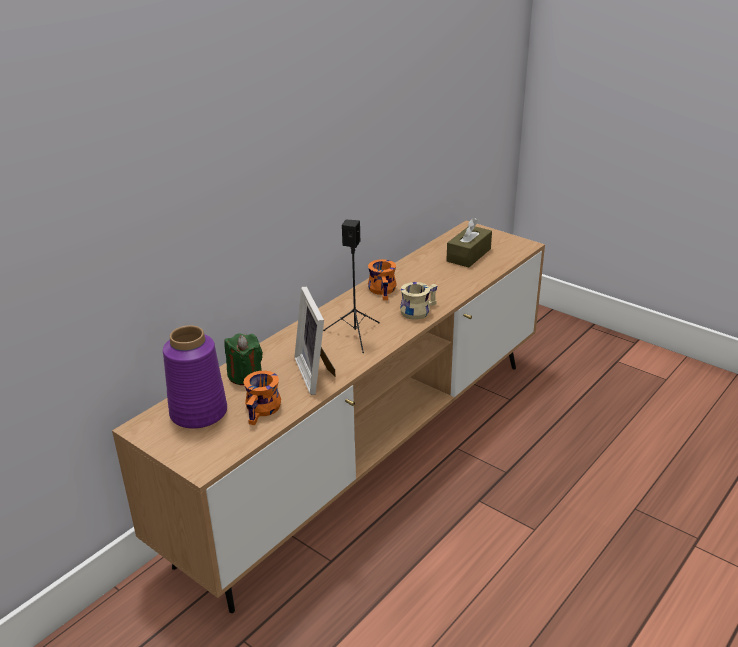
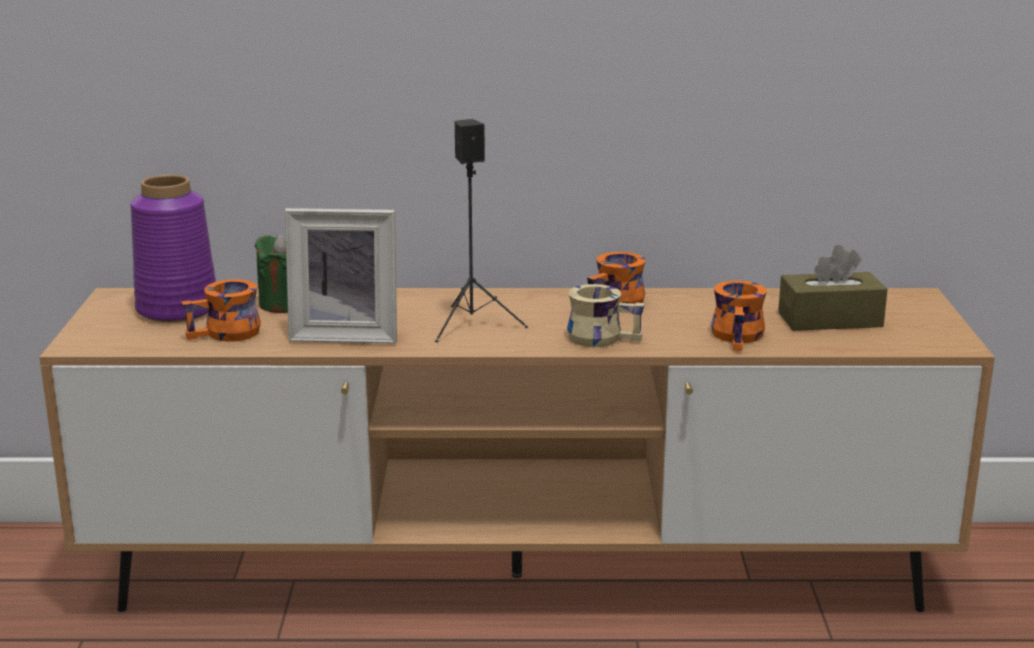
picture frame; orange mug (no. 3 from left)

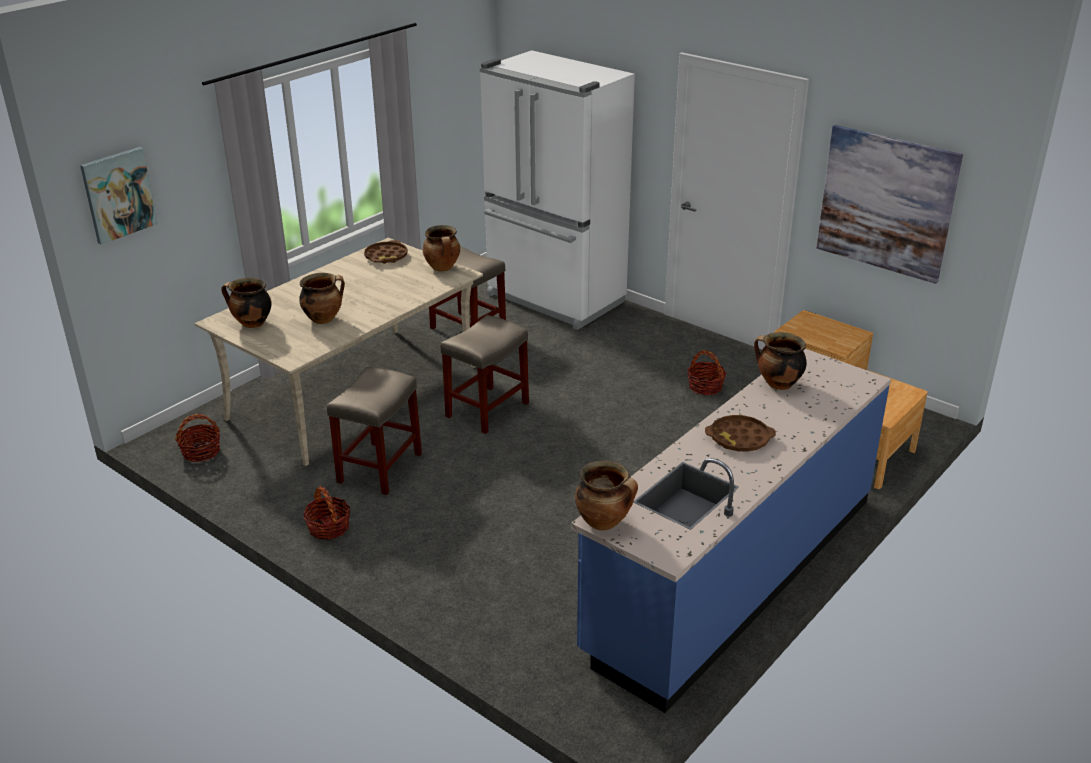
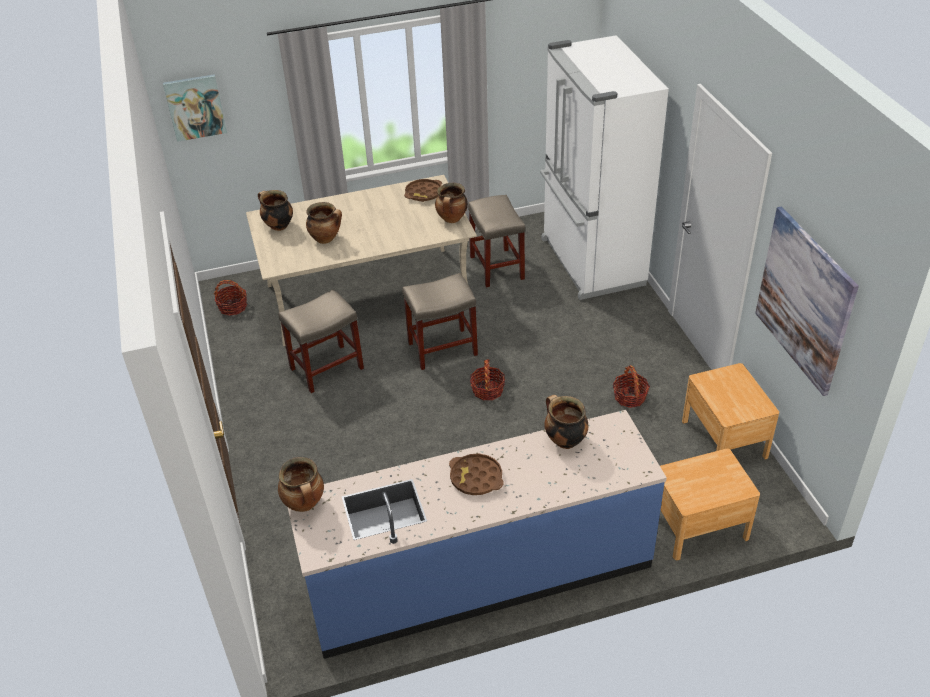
basket (no. 2 from left)

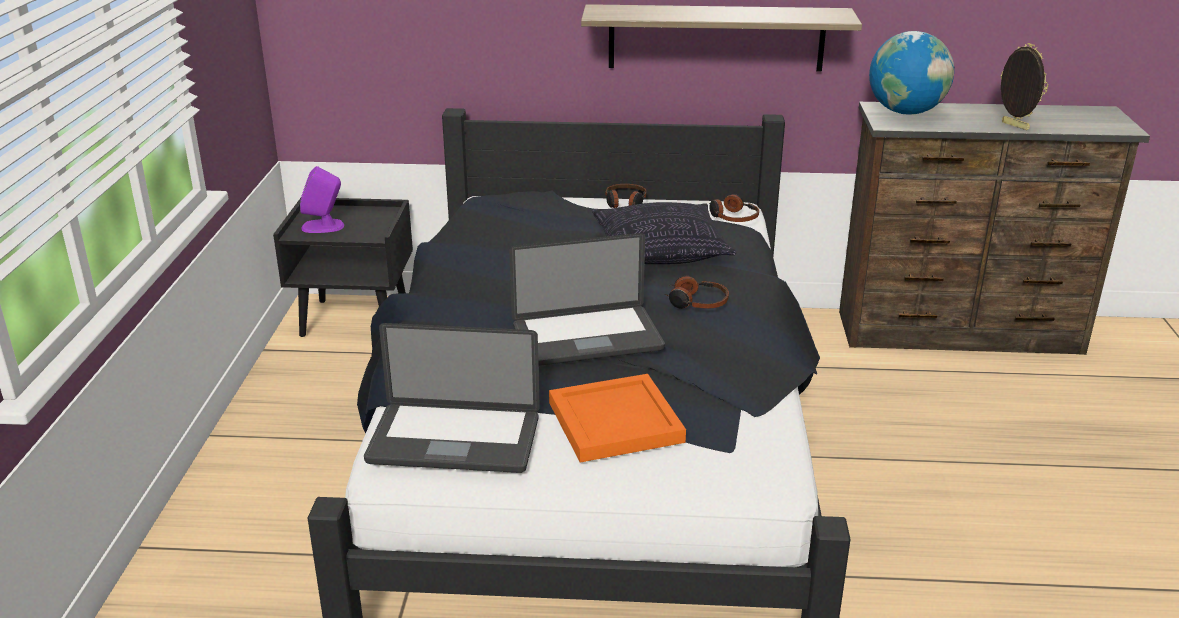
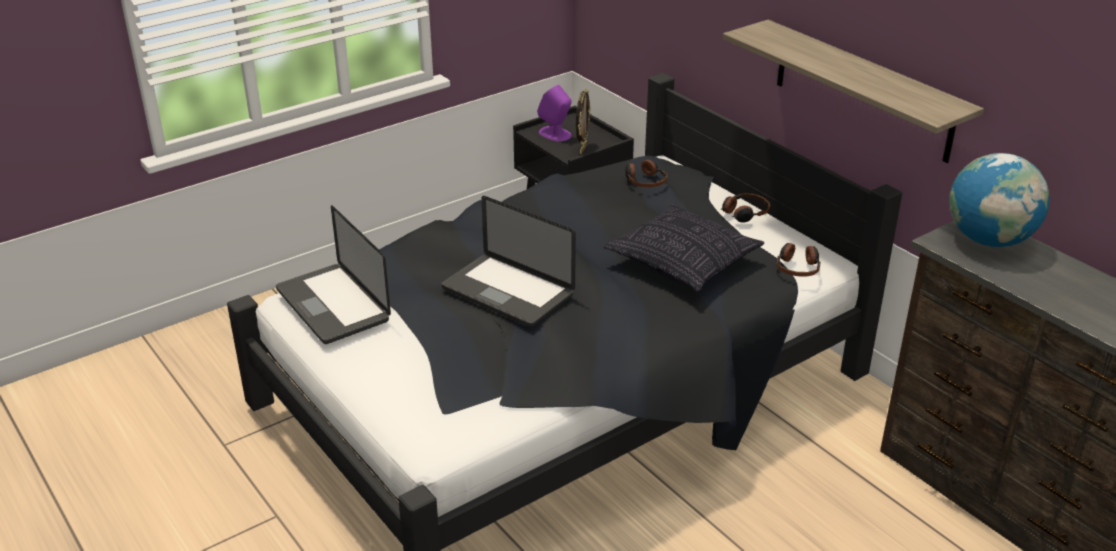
orange tray; headphones (no. 1 from left); picture frame

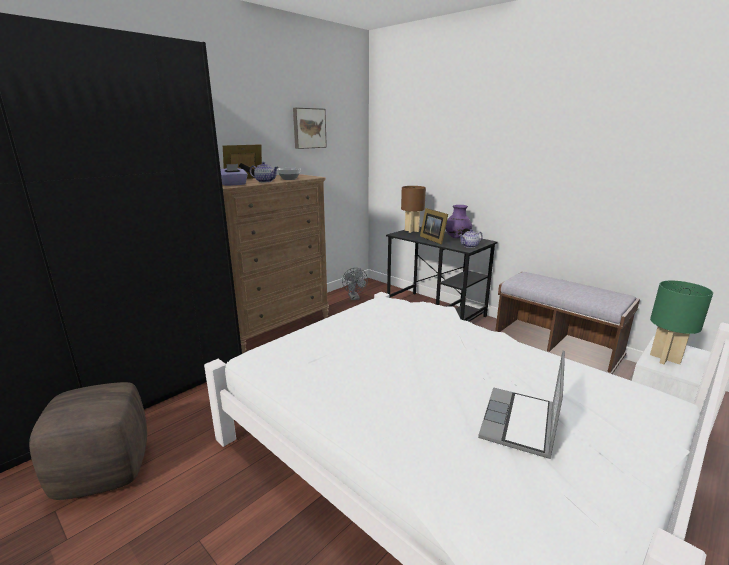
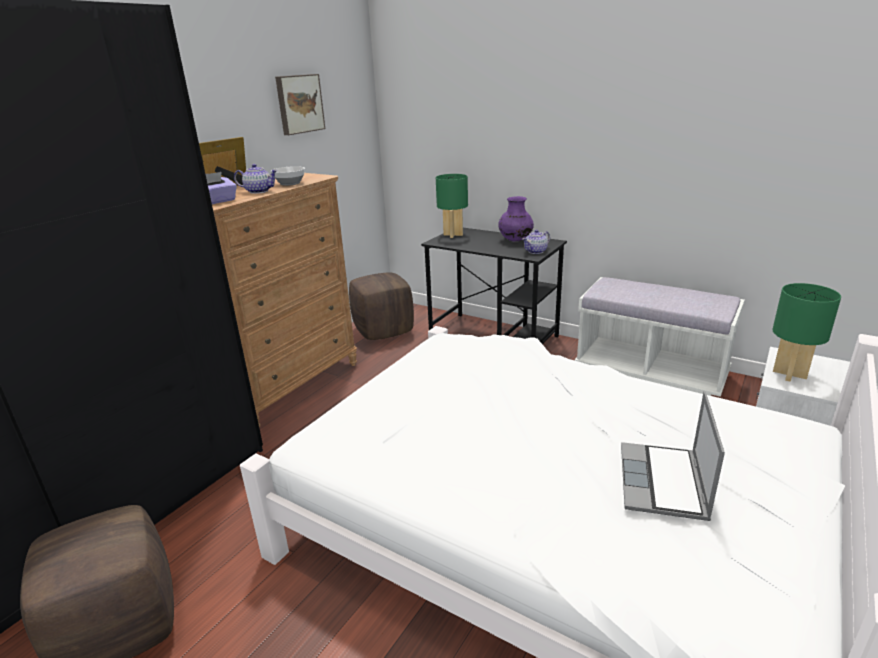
brown ottoman (no. 2 from left); green table lamp (no. 1 from left); picture frame (no. 2 from left in the first image); white bench

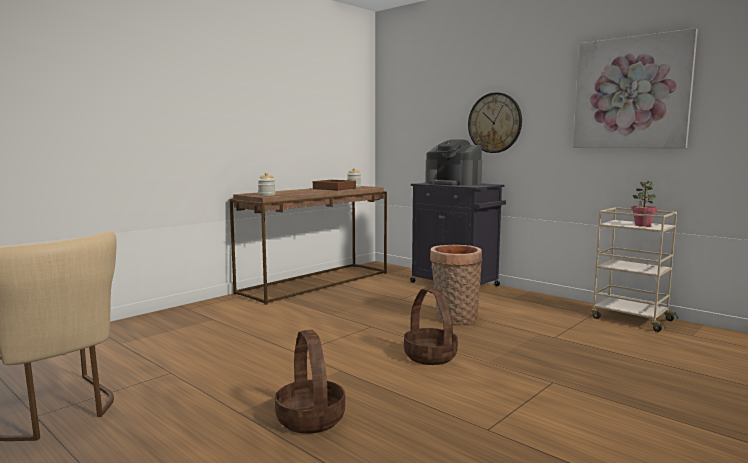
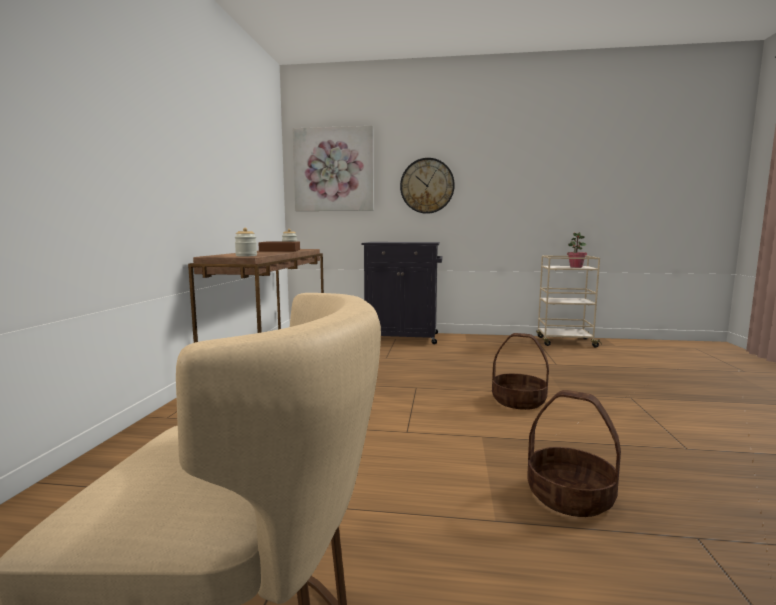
coffee machine; basket (no. 3 from left in the first image); picture

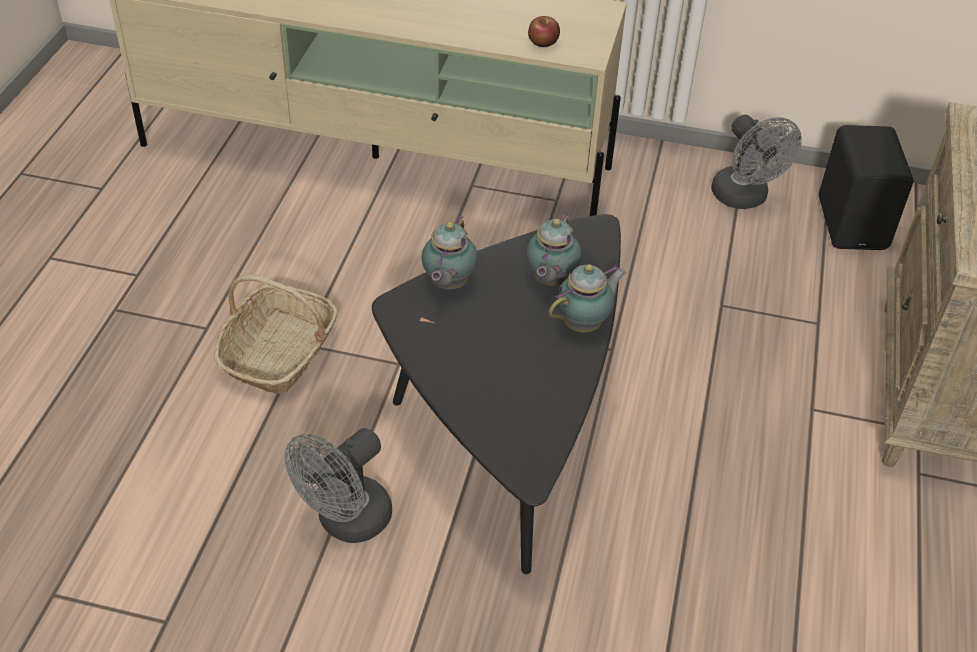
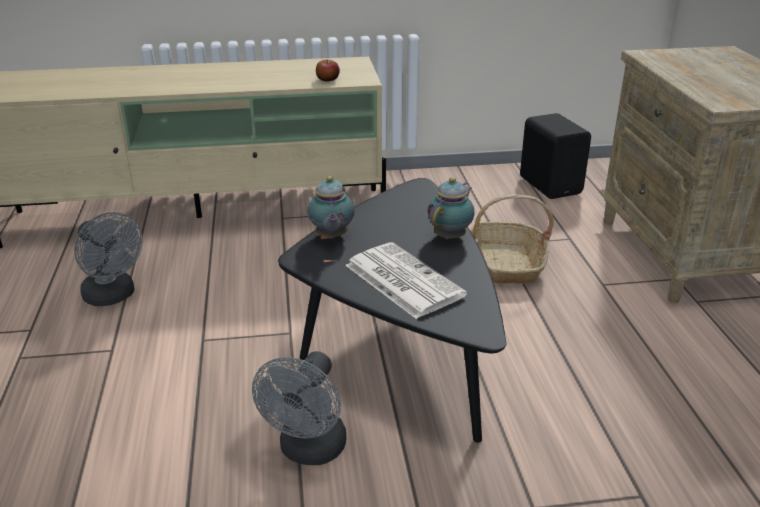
basket; teapot (no. 2 from left in the first image); grey fan (no. 1 from left); newspaper

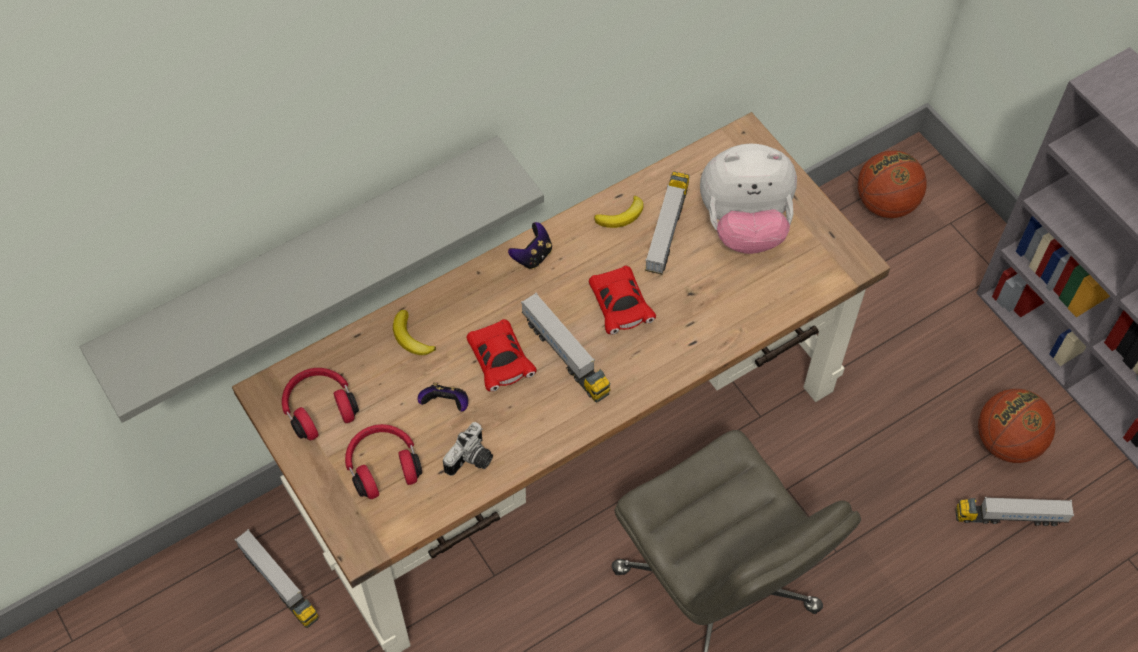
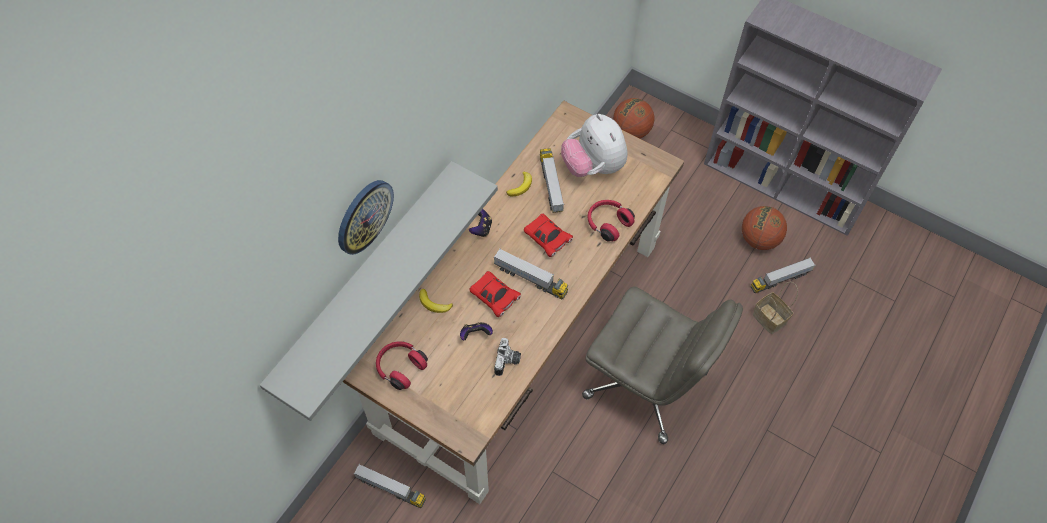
red headphones (no. 2 from left); plush toy; wall clock; basket

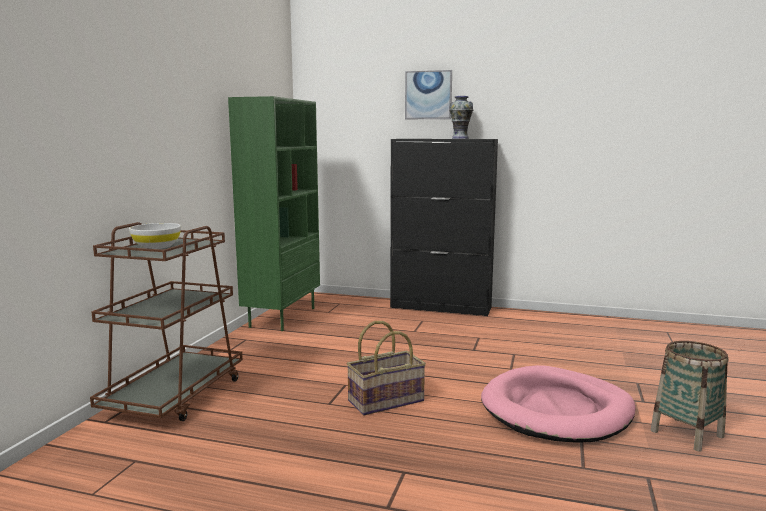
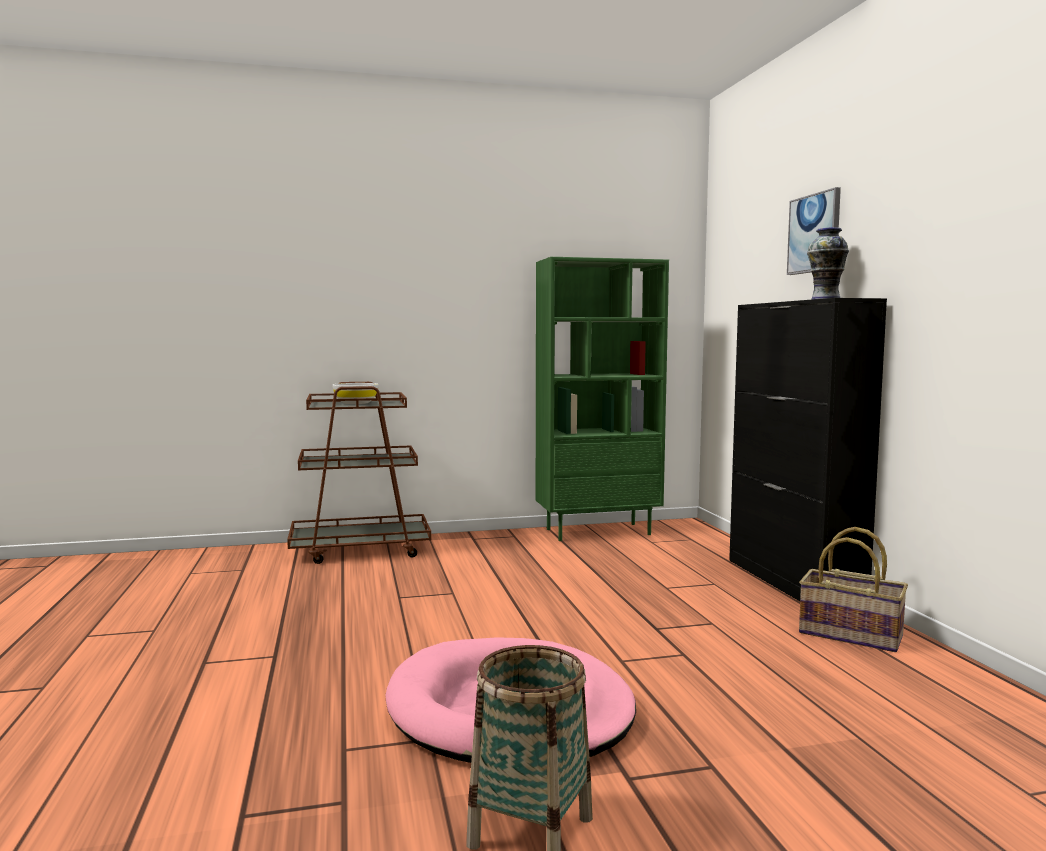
basket (no. 2 from left)

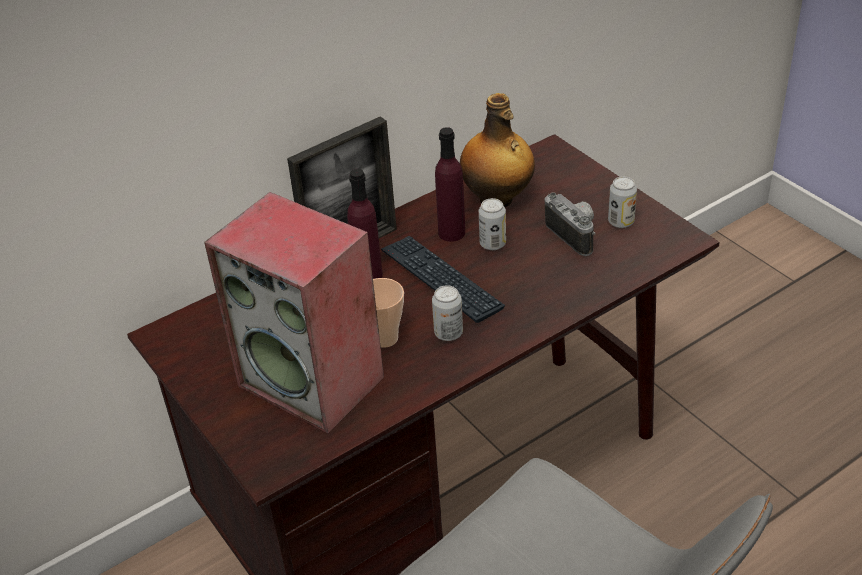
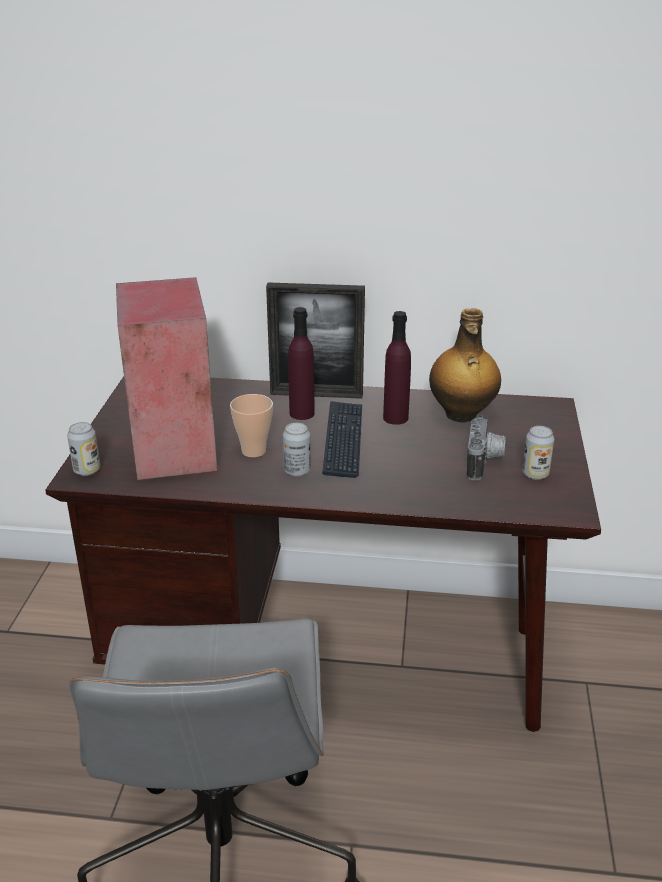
can (no. 1 from left)

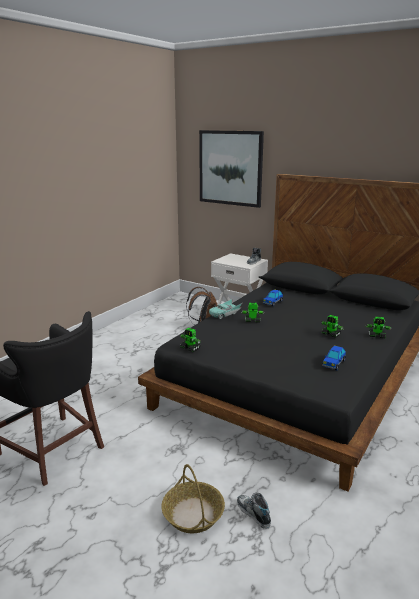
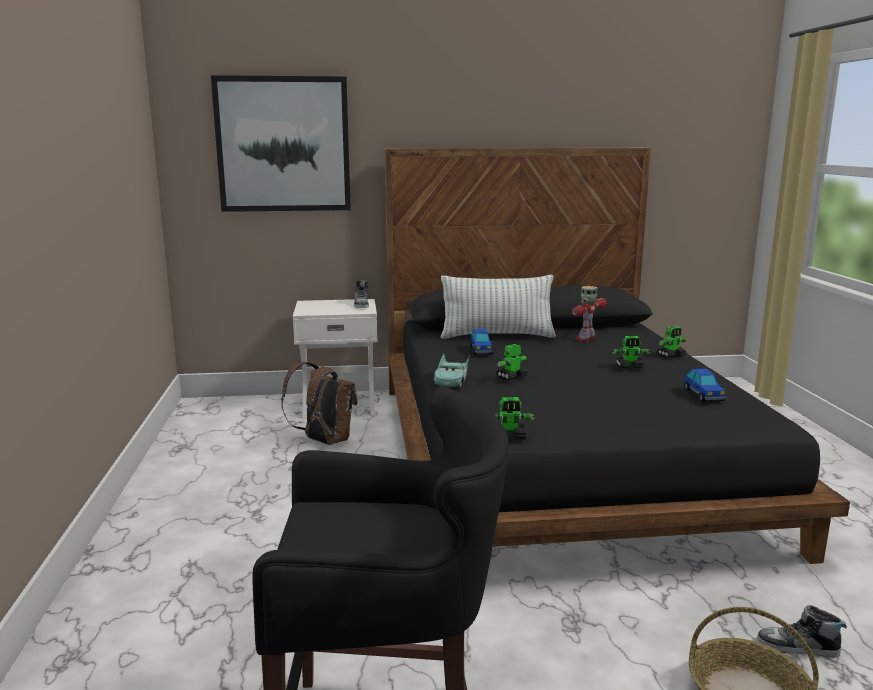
pillow; toy robot (no. 3 from left)

